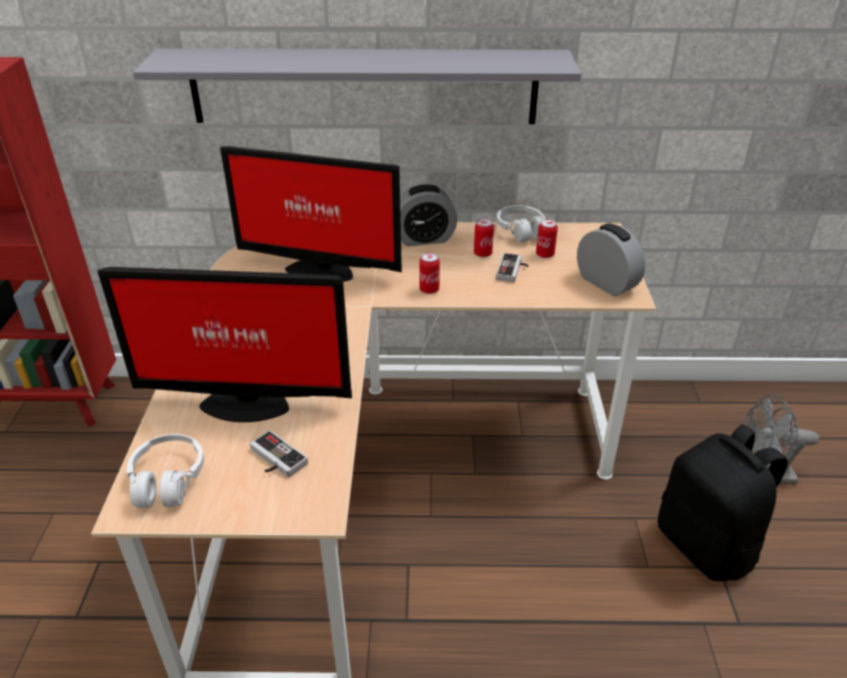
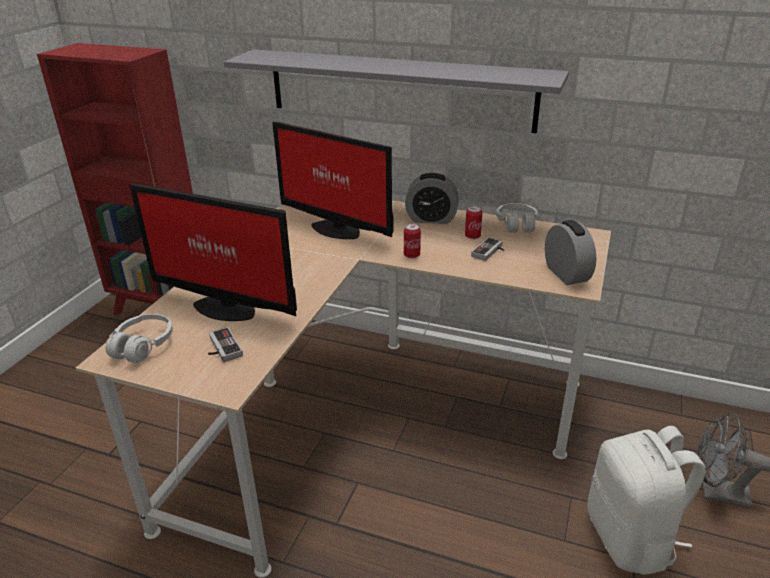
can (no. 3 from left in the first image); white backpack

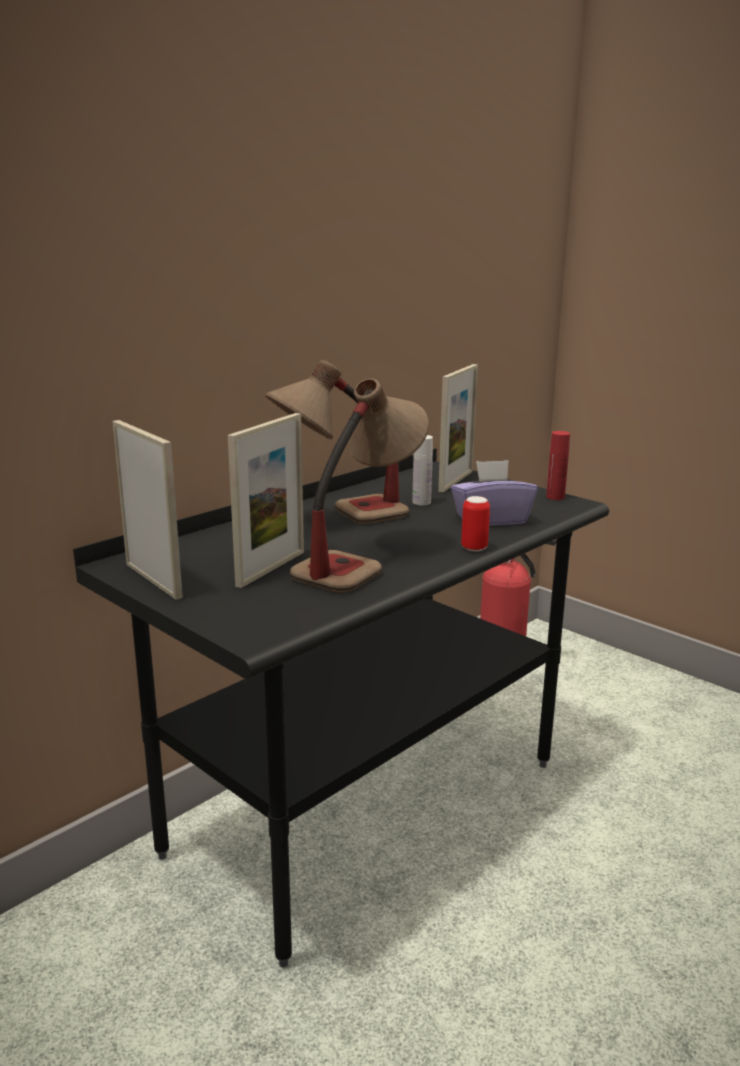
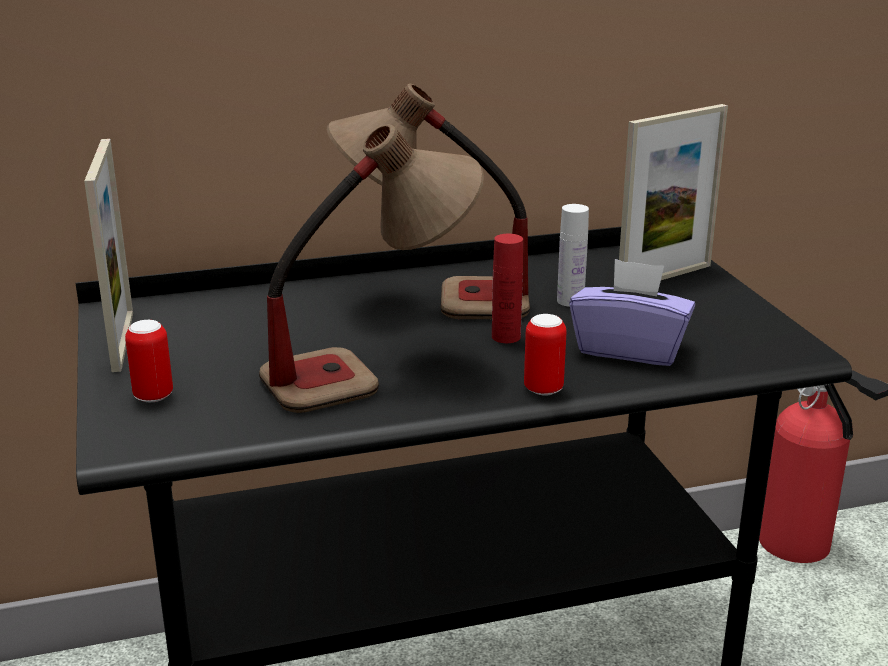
picture frame (no. 2 from left in the first image); red bottle; can (no. 1 from left)

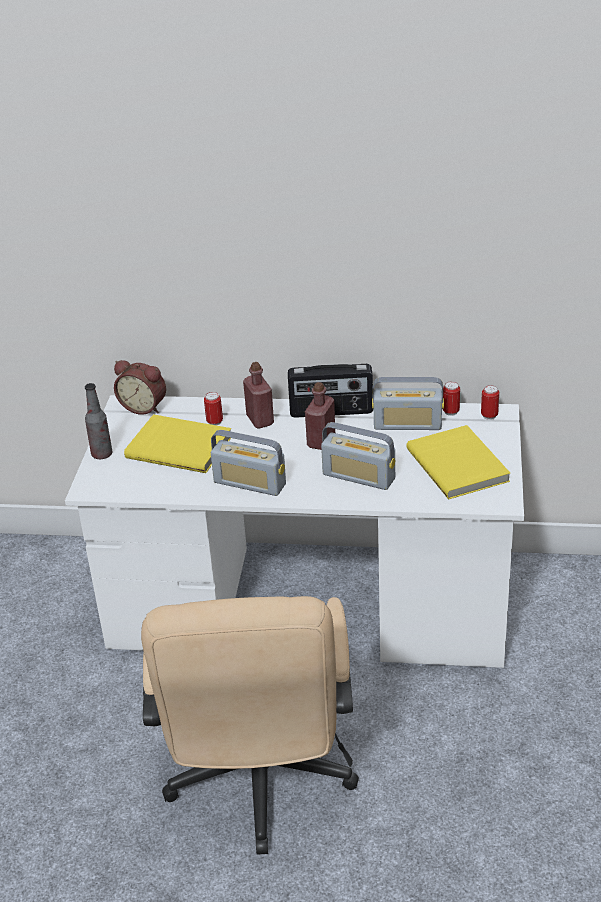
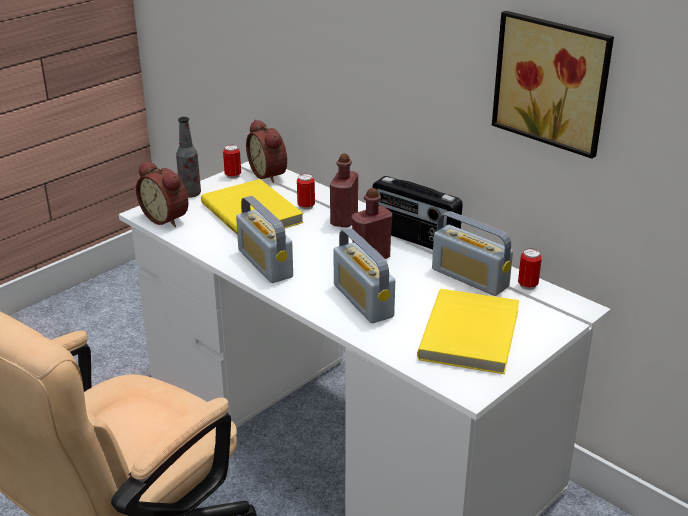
can (no. 1 from left); alarm clock (no. 1 from left); picture

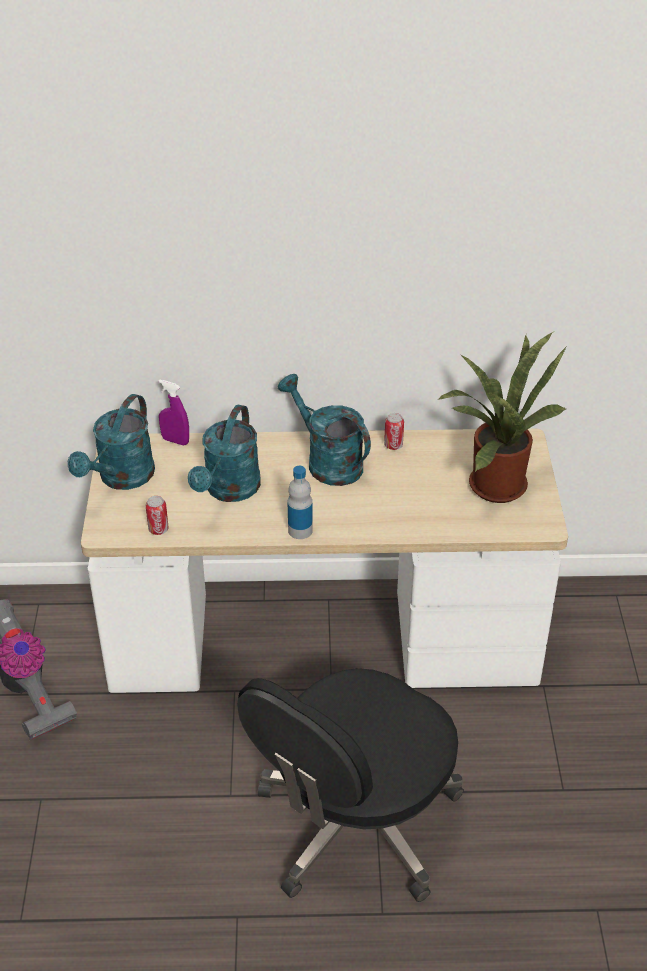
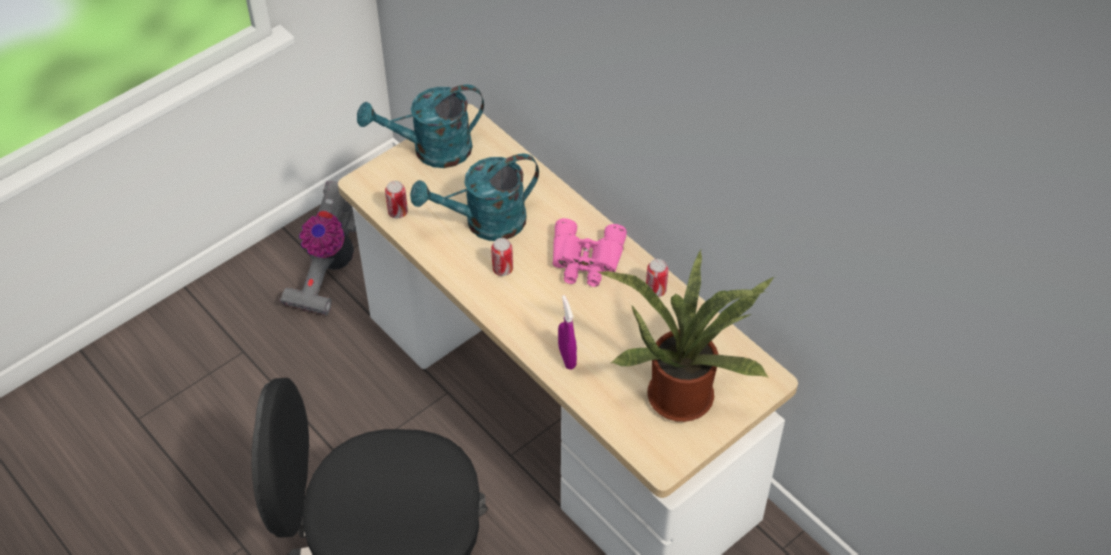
purple spray bottle; pink binoculars; bottle; can (no. 2 from left)

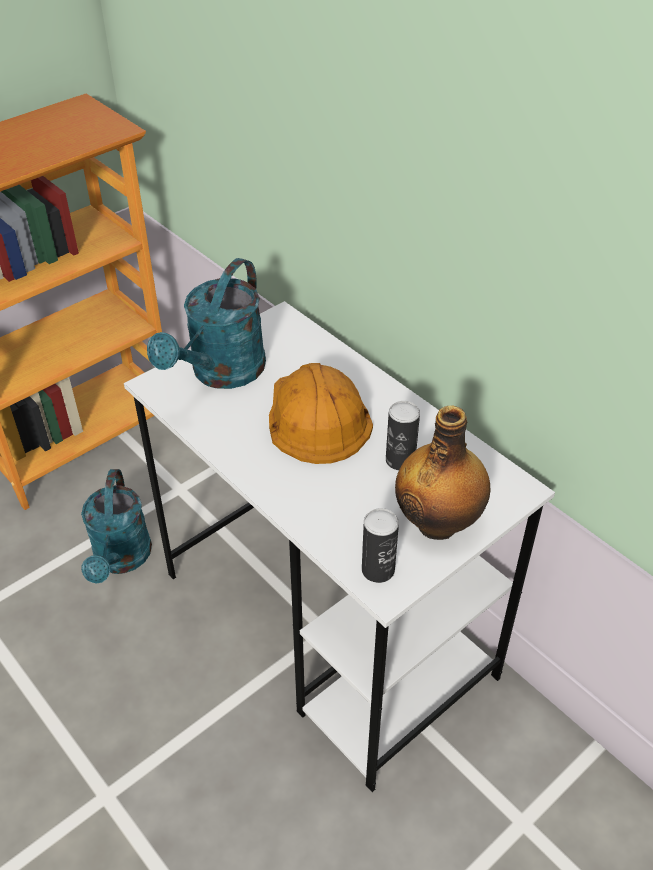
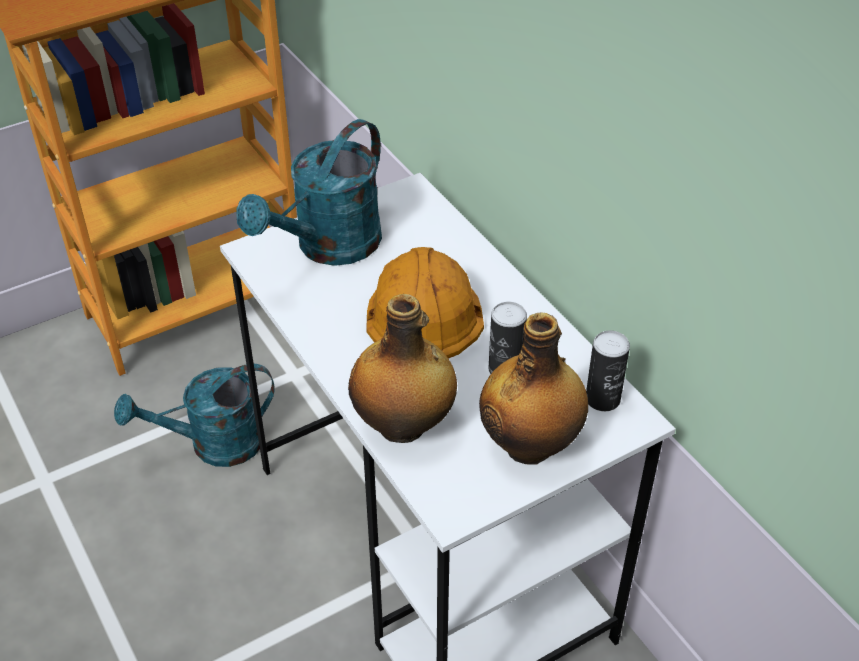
turquoise watering can (no. 1 from left); can (no. 2 from left); bottle (no. 1 from left)

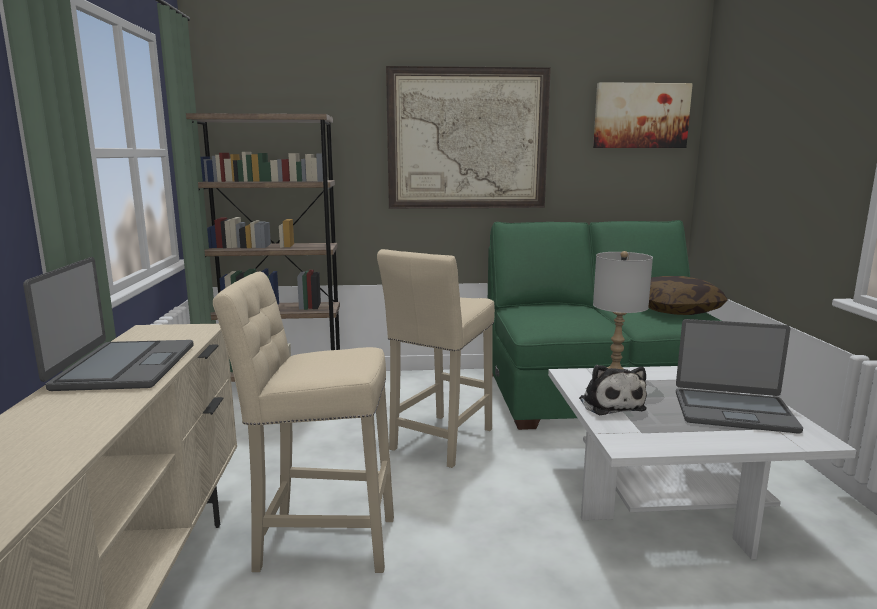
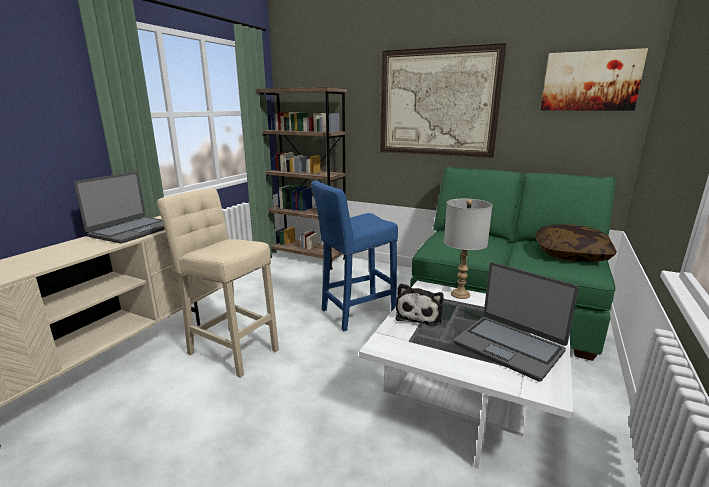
blue stool

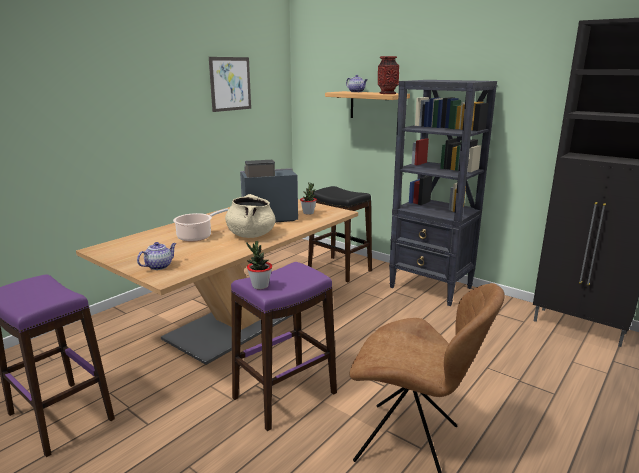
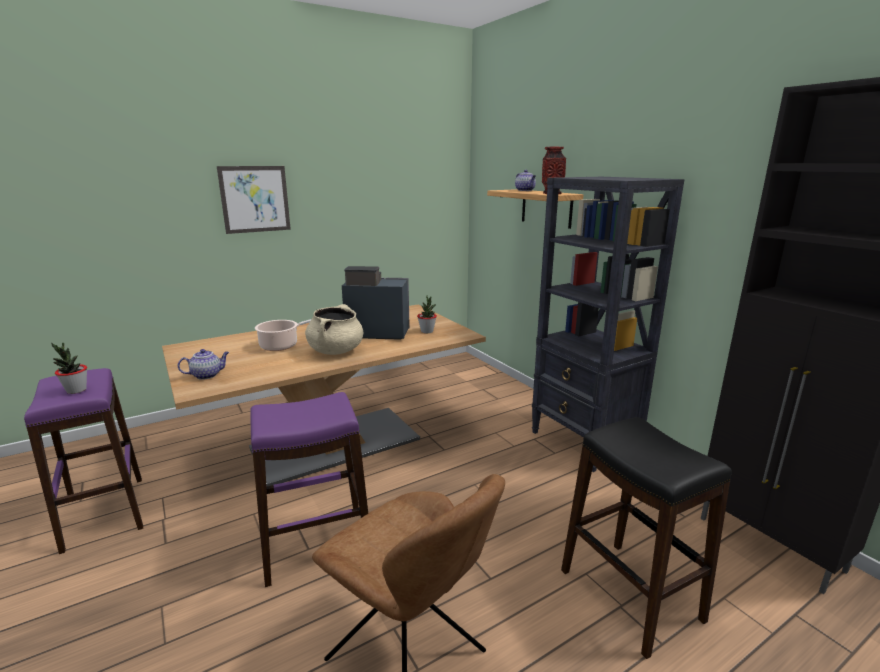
picture; potted plant (no. 1 from left); black stool

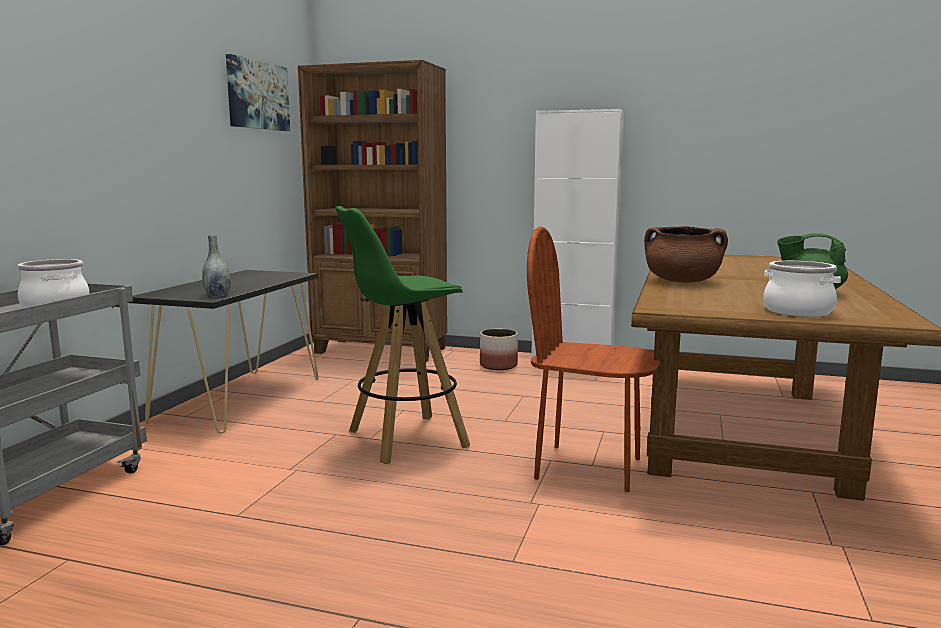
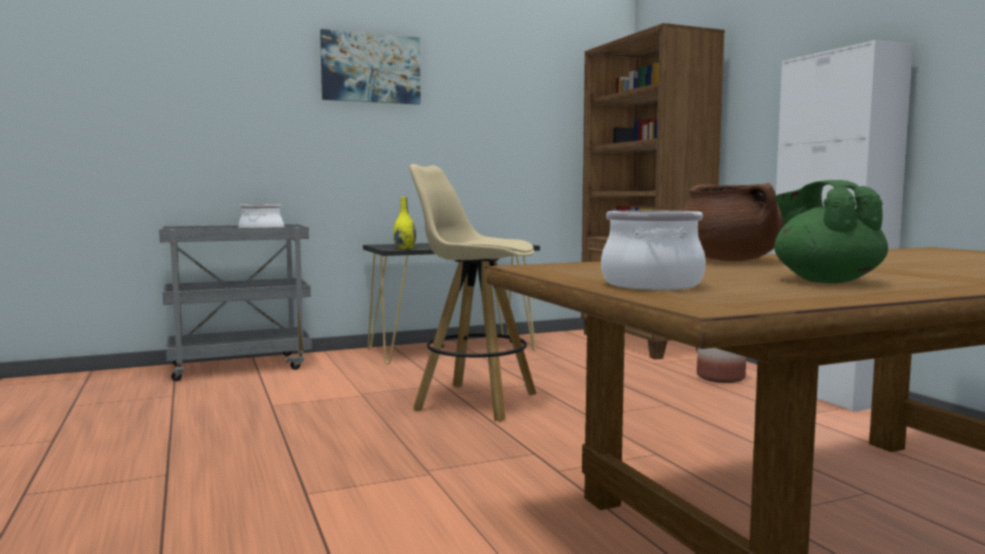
yellow vase; picture; beige stool; brown chair

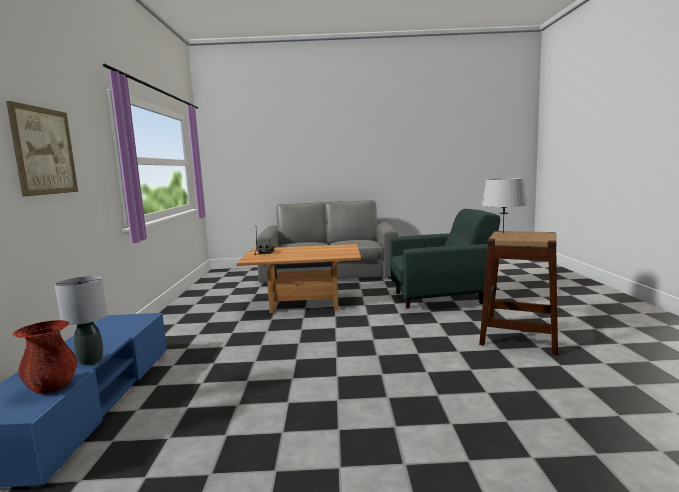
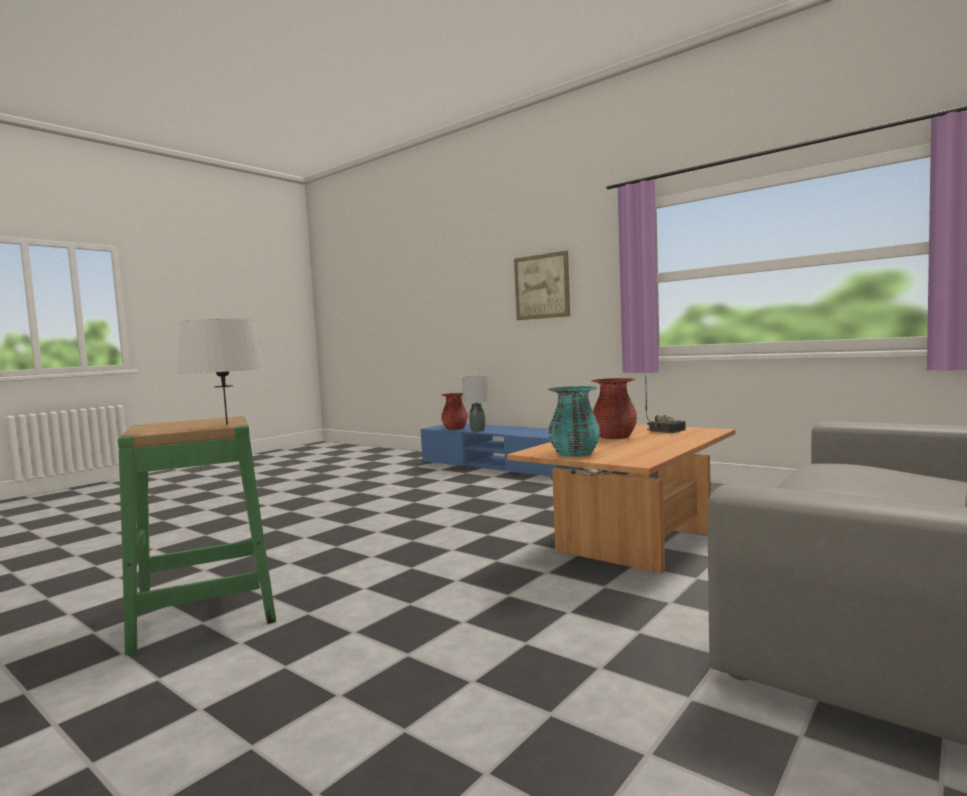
green armchair; green stool; turquoise vase; red vase (no. 2 from left)

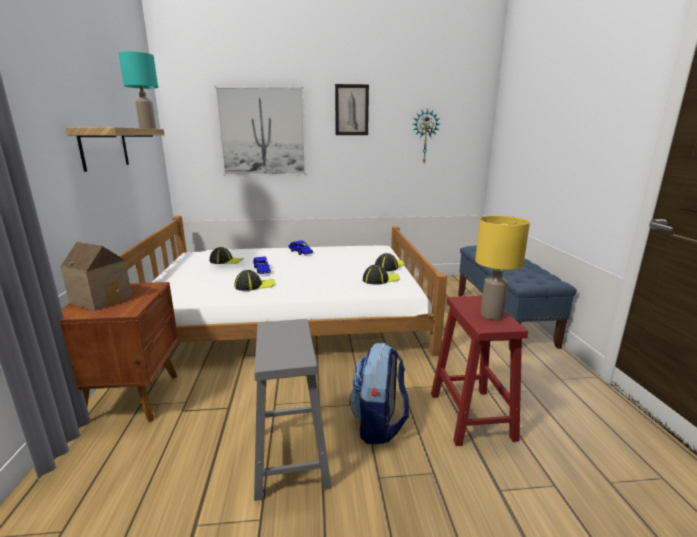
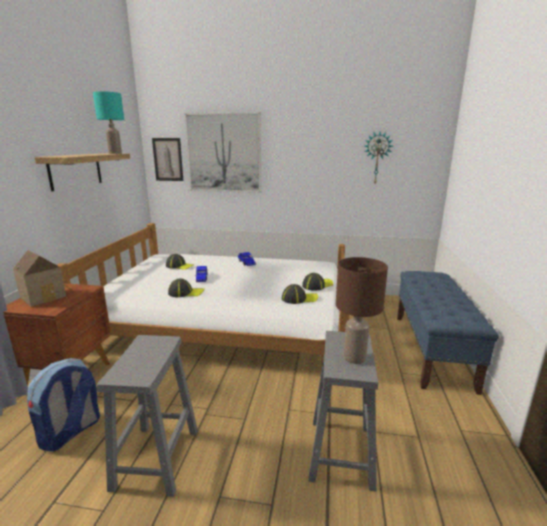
picture (no. 1 from left); backpack; grey stool (no. 2 from left); brown table lamp

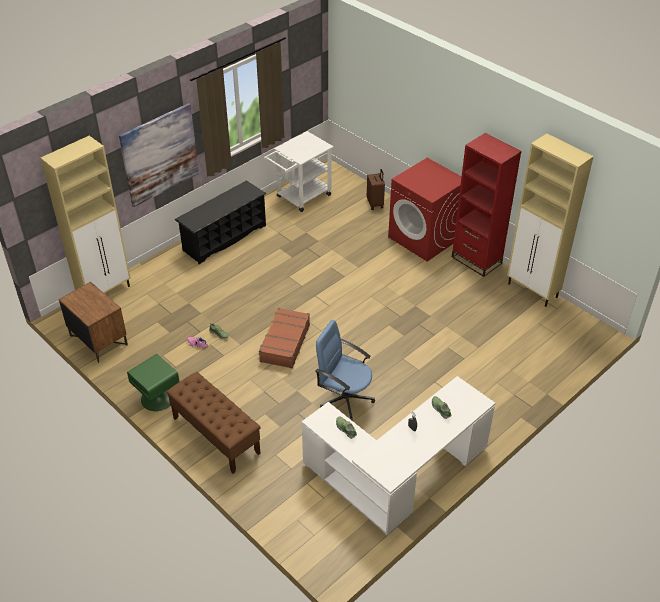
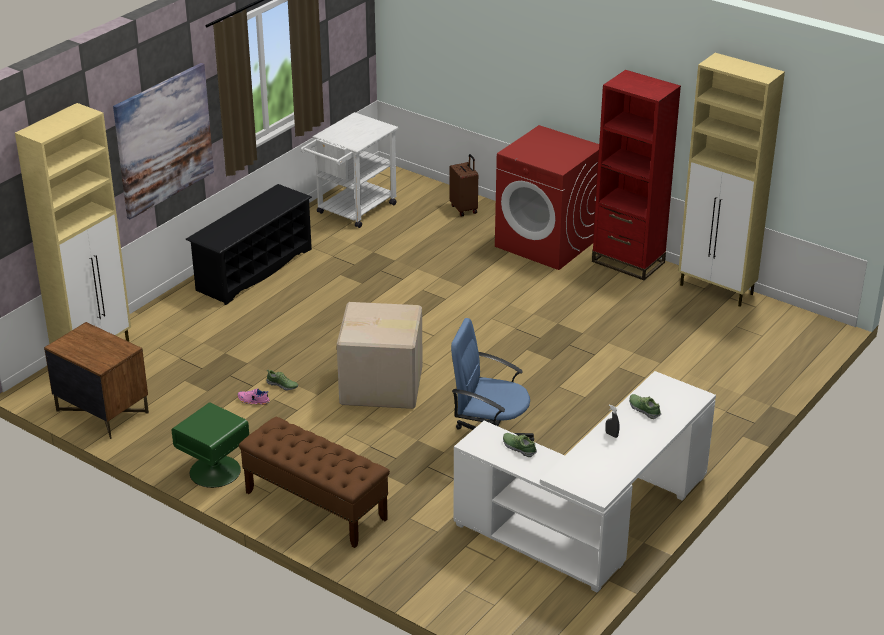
cardboard box

